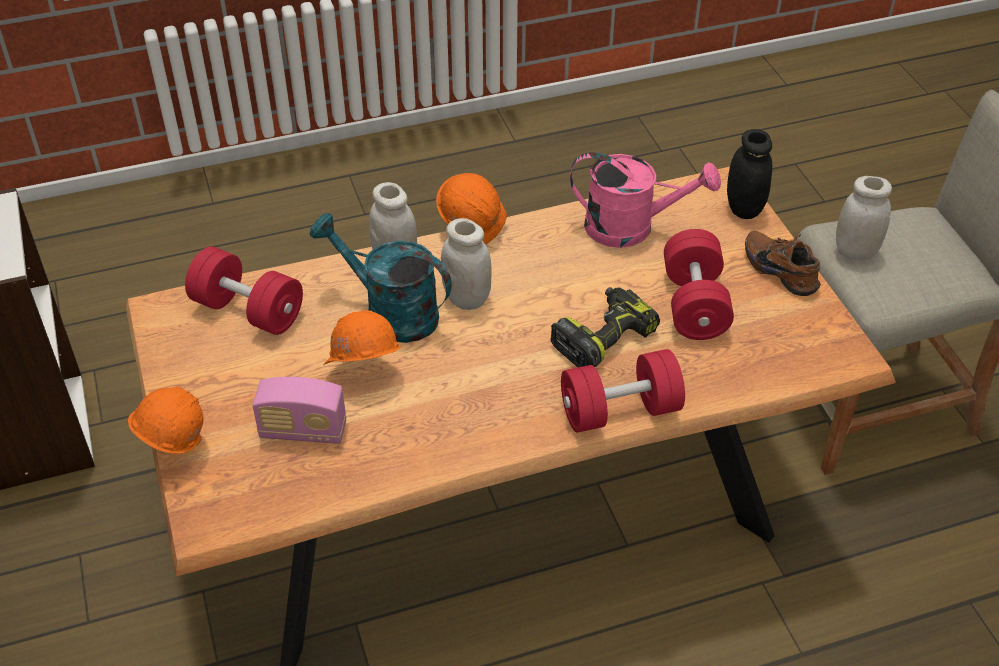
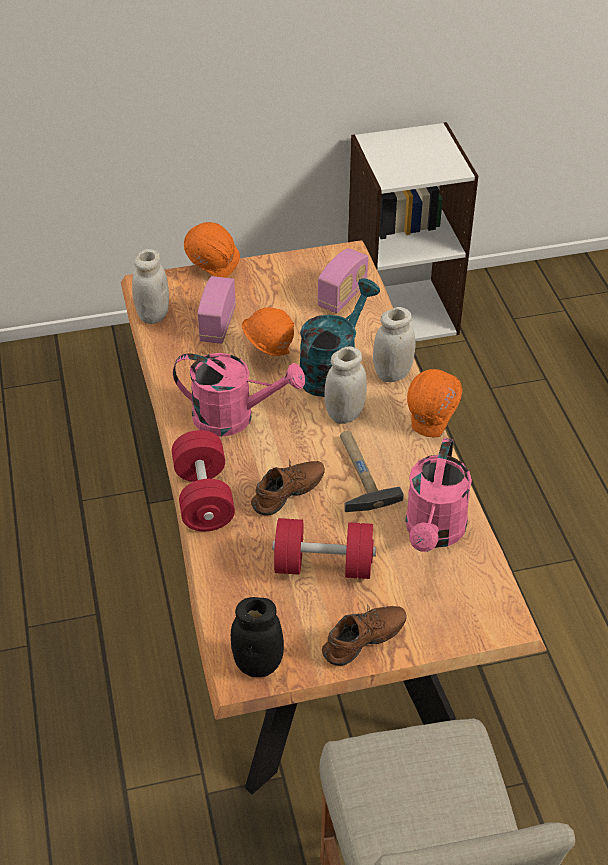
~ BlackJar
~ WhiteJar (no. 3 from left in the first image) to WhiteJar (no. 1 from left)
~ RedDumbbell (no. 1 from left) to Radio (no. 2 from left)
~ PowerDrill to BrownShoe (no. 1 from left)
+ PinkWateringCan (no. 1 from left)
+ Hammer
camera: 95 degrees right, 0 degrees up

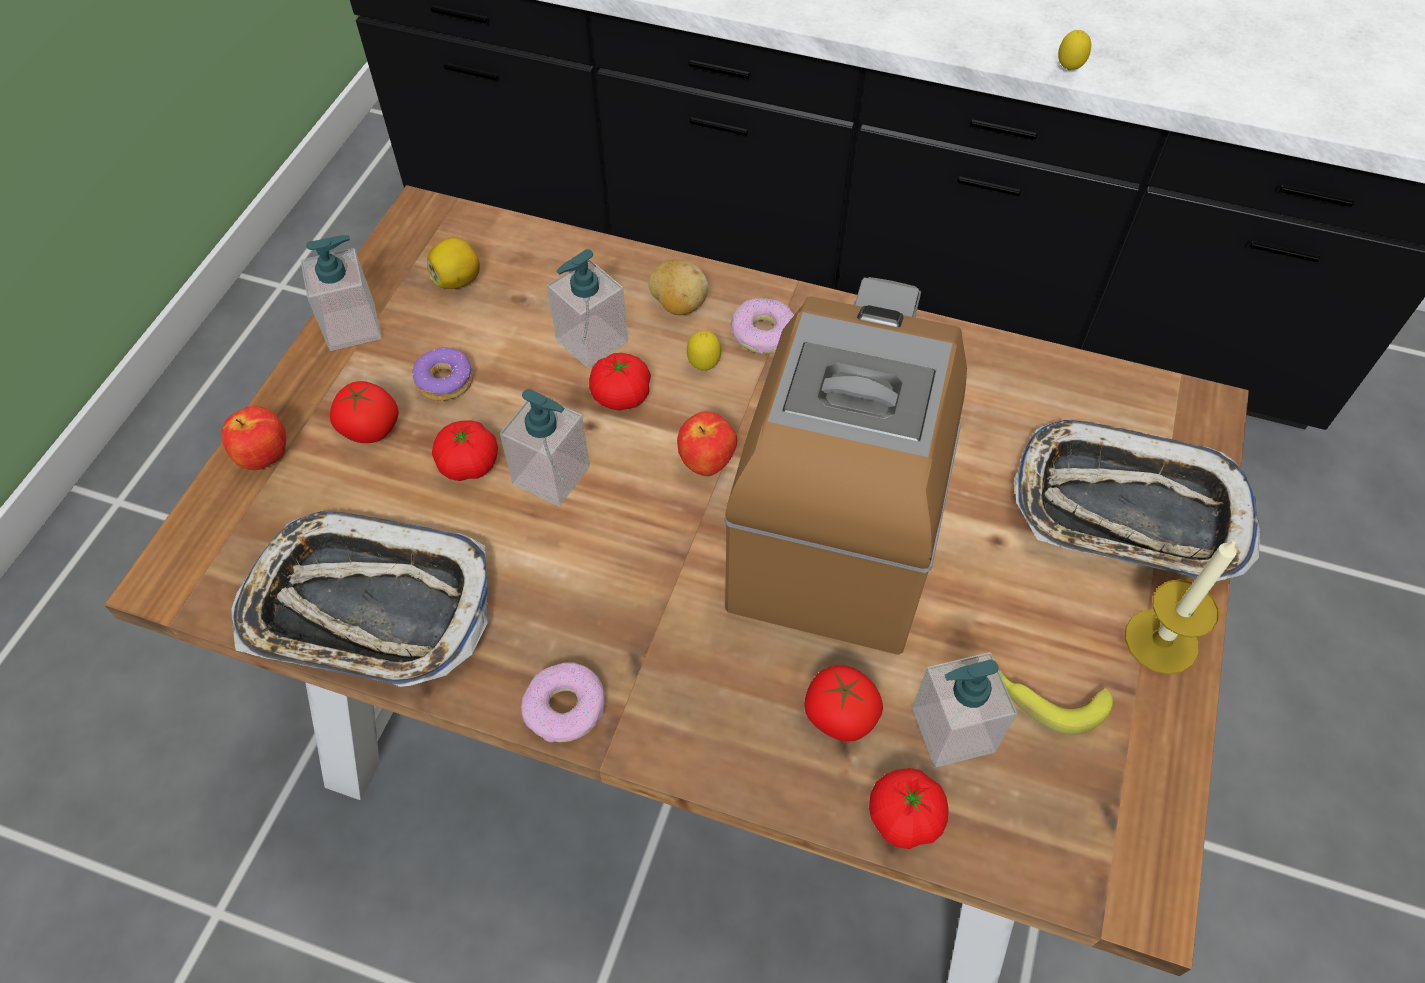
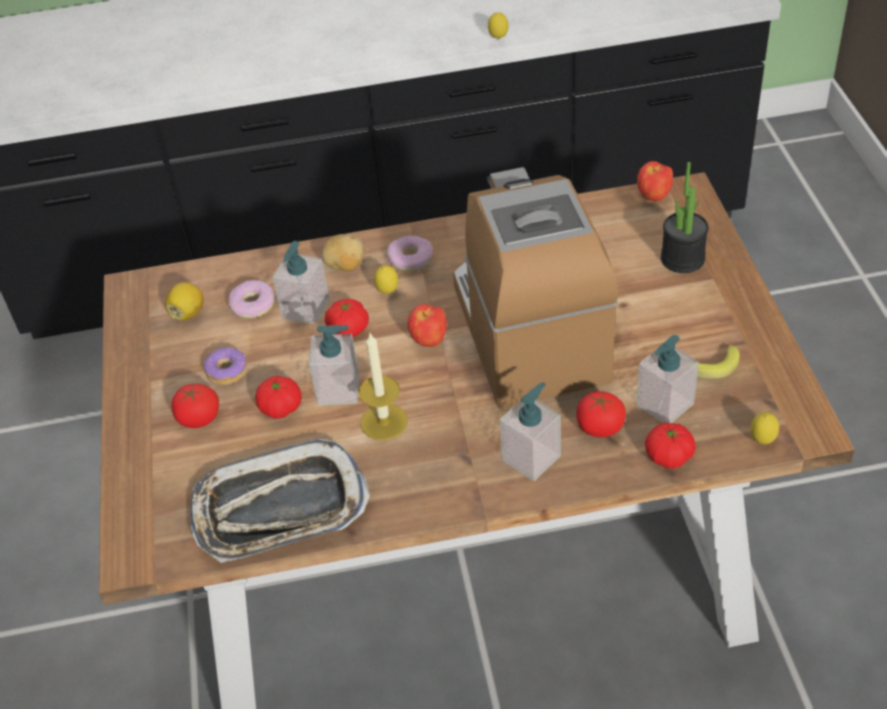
~ SoapDispenser (no. 1 from left in the first image) to SoapDispenser (no. 3 from left)
~ Apple (no. 1 from left in the first image) to Apple (no. 2 from left)
~ Tray (no. 2 from left) to PottedPlant
~ Candle
~ Donut (no. 2 from left)
+ Lemon (no. 4 from left)
camera: 25 degrees left, 10 degrees down

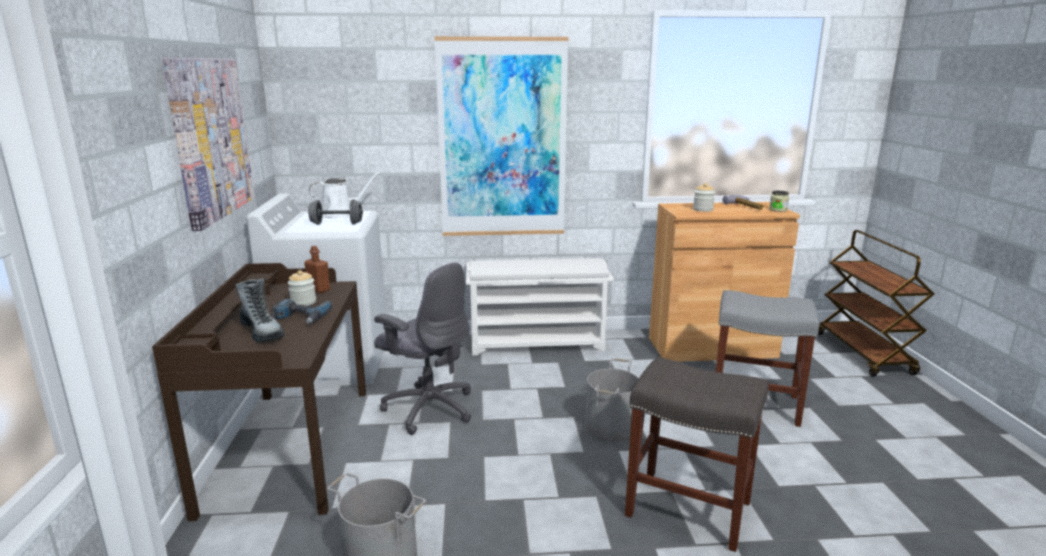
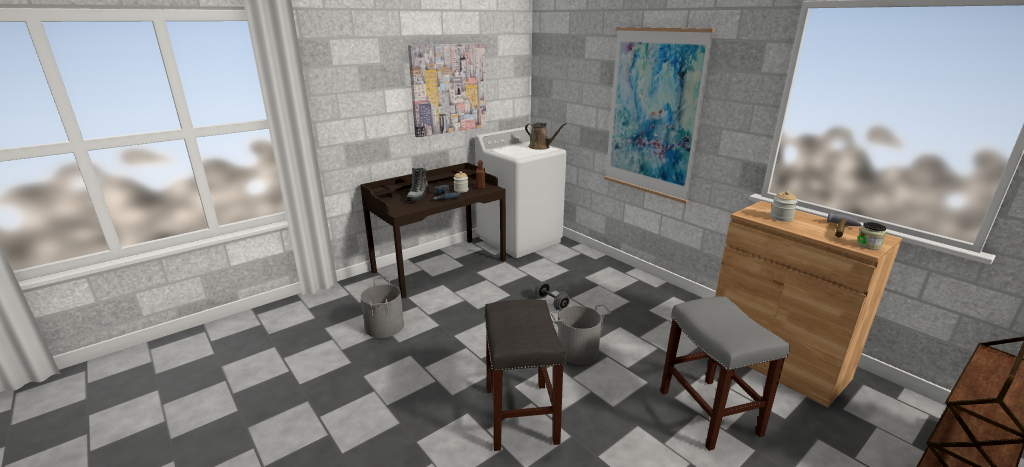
~ WhiteWateringCan to BrownWateringCan
~ GreyDumbbell
- WhiteShoeRack
- GreyOfficeChair
camera: 55 degrees right, 5 degrees up

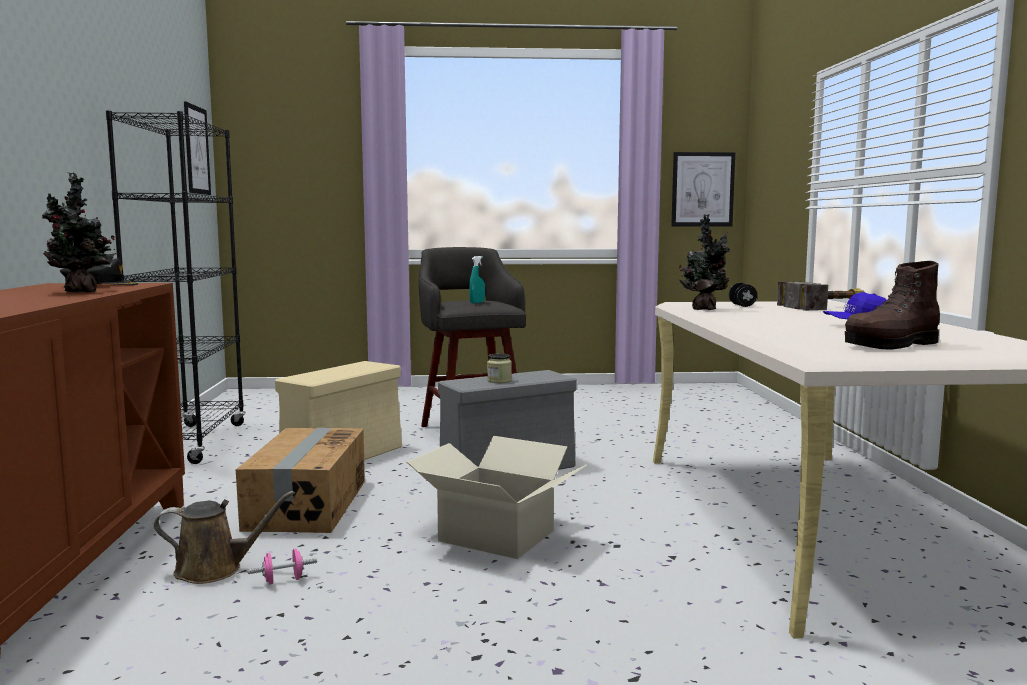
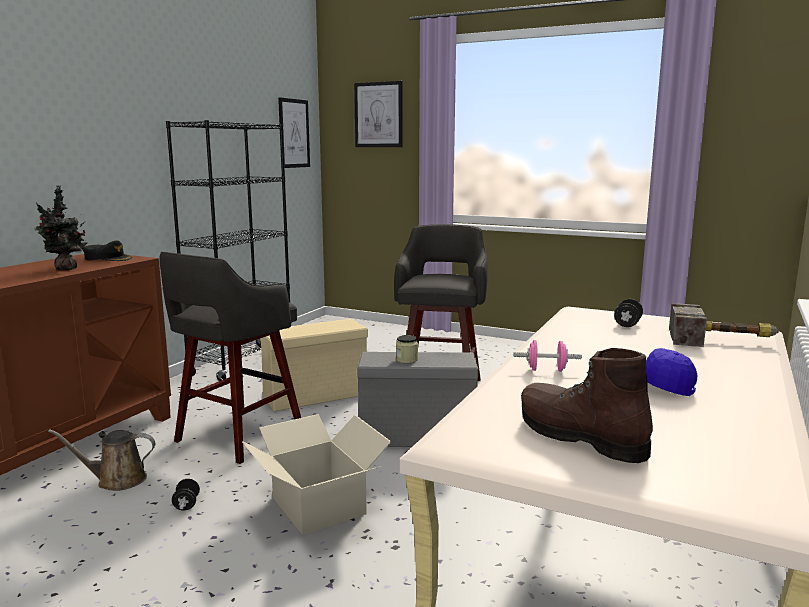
~ Picture (no. 2 from left)
- PottedPlant (no. 2 from left)
- TurquoiseSprayBottle
~ BrownBoot 45 degrees clockwise
~ CardboardBox (no. 1 from left) to GreyStool (no. 1 from left)
~ BrownWateringCan 150 degrees clockwise
~ PinkDumbbell
+ BlackDumbbell (no. 1 from left)
camera: 30 degrees right, 5 degrees up

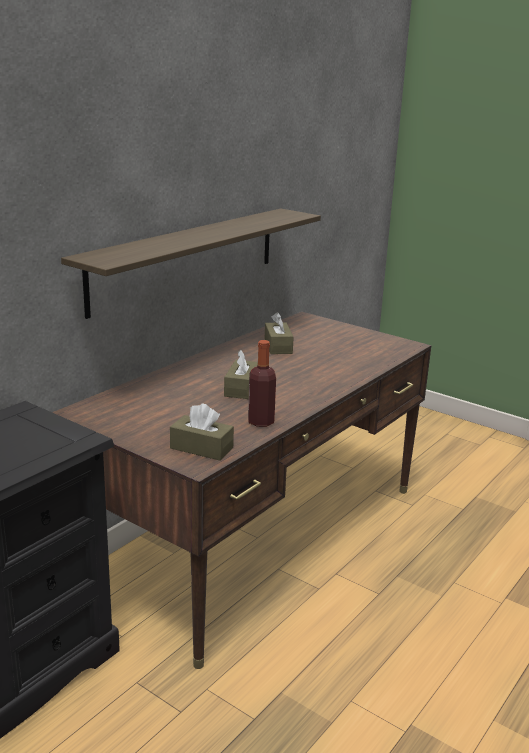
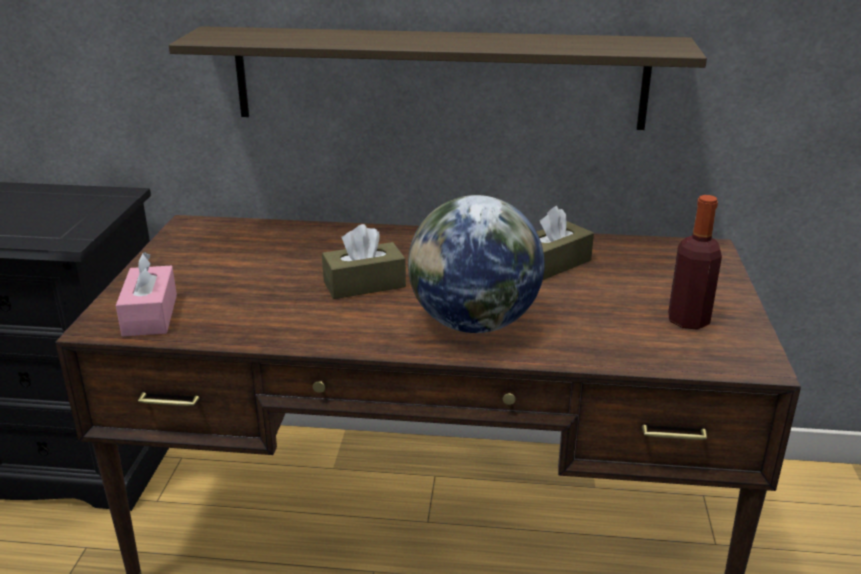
~ Bottle
~ BrownTissueBox (no. 1 from left) to PinkTissueBox
+ Globe
camera: 60 degrees right, 5 degrees up

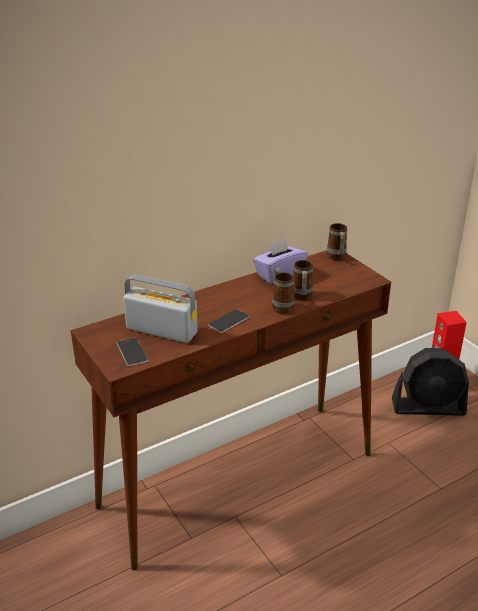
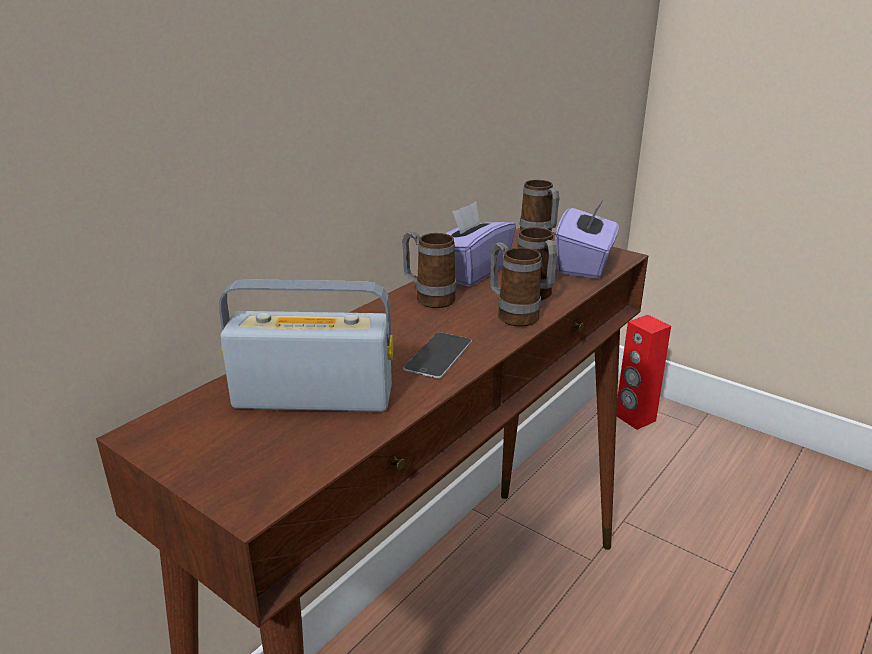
- Phone (no. 1 from left)
- BlackFan
+ PurpleTissueBox (no. 2 from left)
+ Mug (no. 1 from left)
camera: 20 degrees left, 5 degrees down

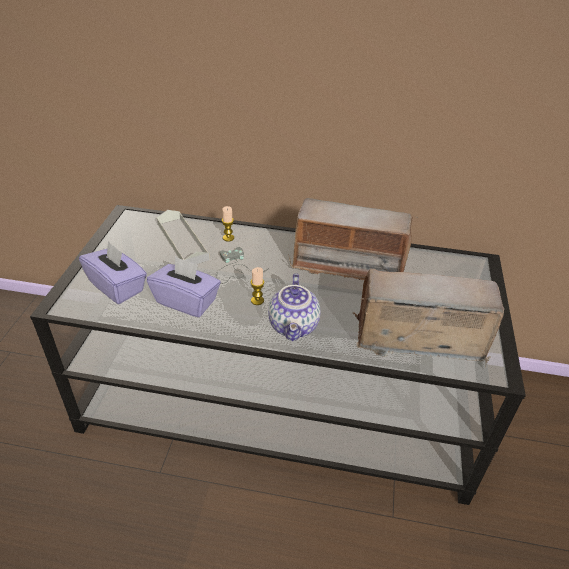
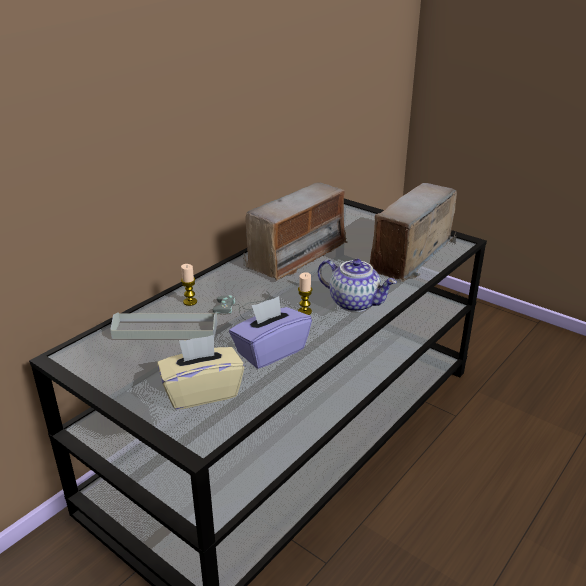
~ PurpleTissueBox (no. 1 from left) to BeigeTissueBox
camera: 60 degrees left, 10 degrees down

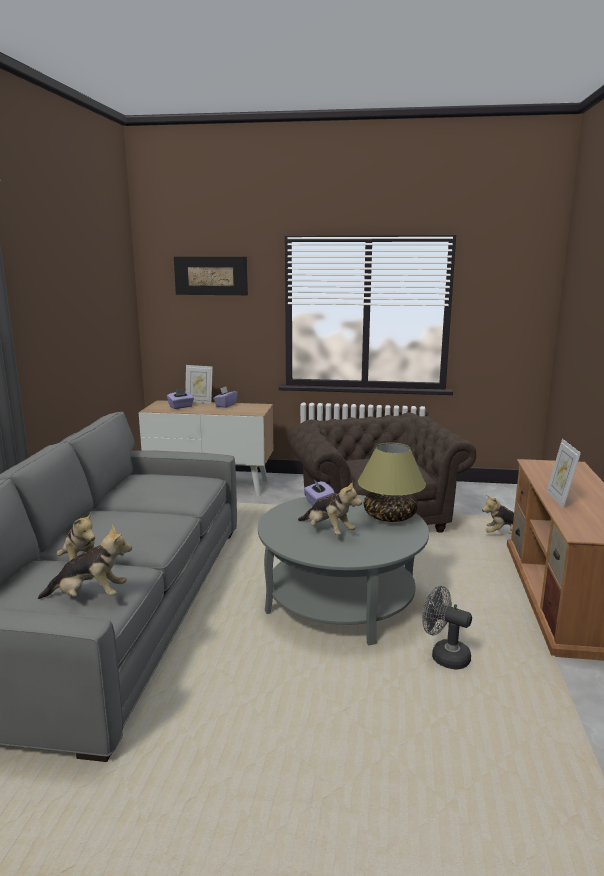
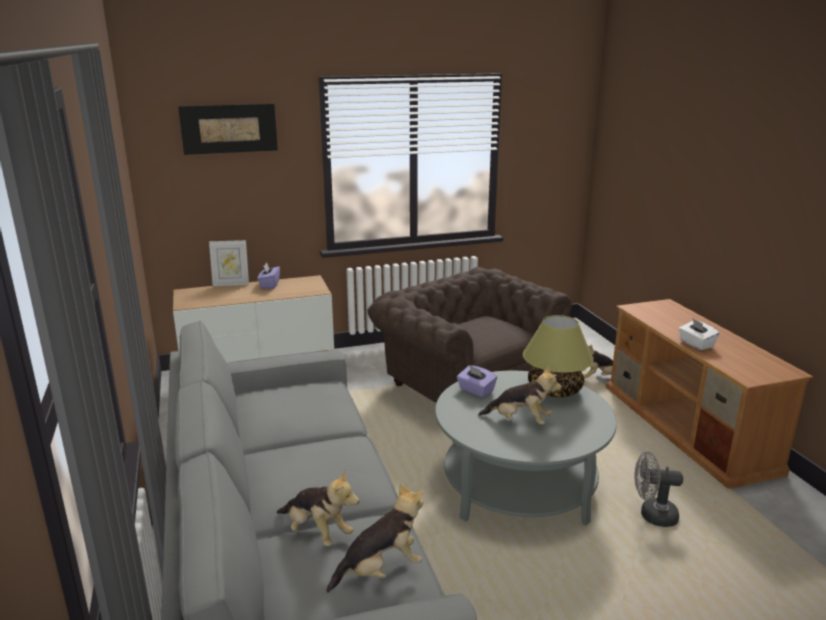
- PurpleTissueBox (no. 1 from left)
~ PictureFrame (no. 2 from left) to WhiteTissueBox
camera: 25 degrees left, 5 degrees up

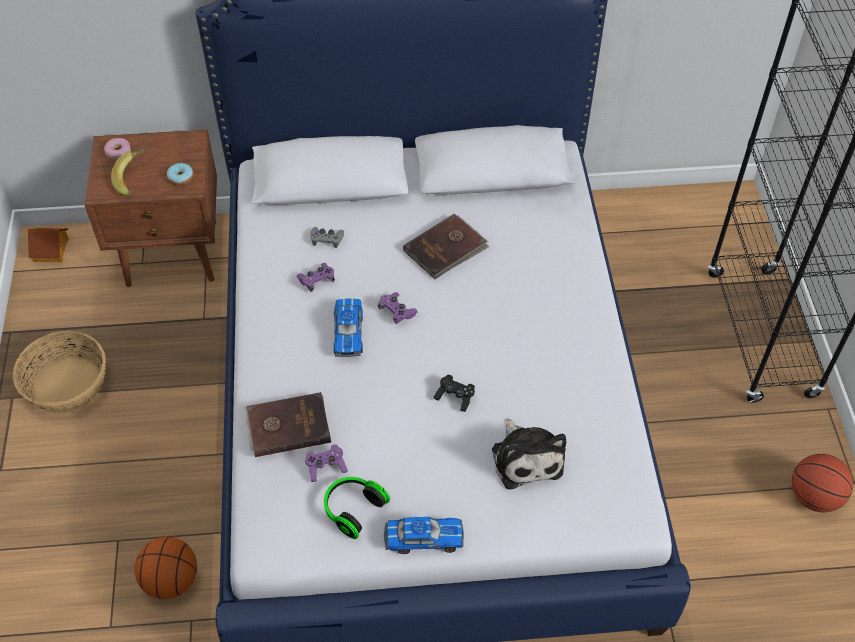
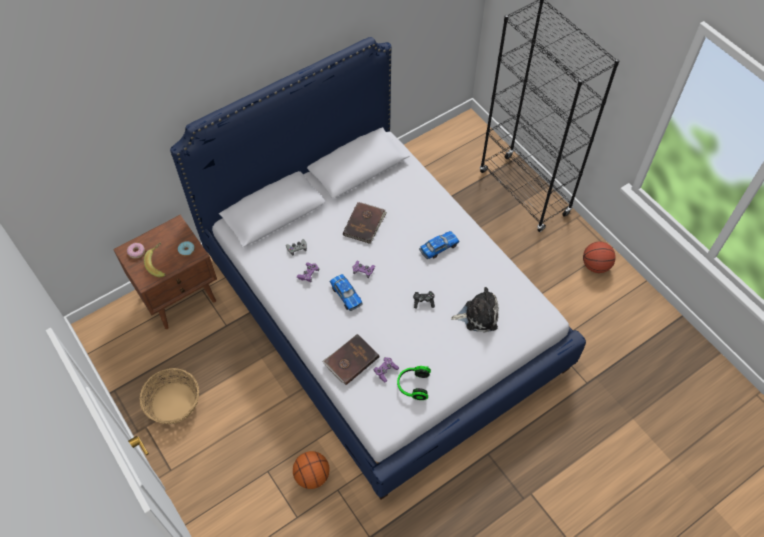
- ToyHouse
~ PlushToy 45 degrees counterclockwise
~ ToyCar (no. 2 from left)
camera: 30 degrees left, 5 degrees up

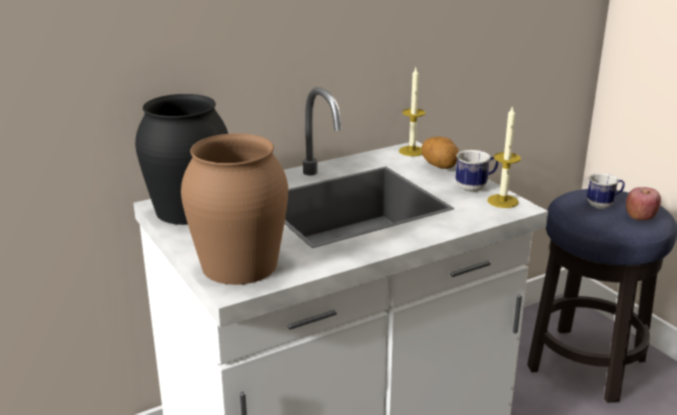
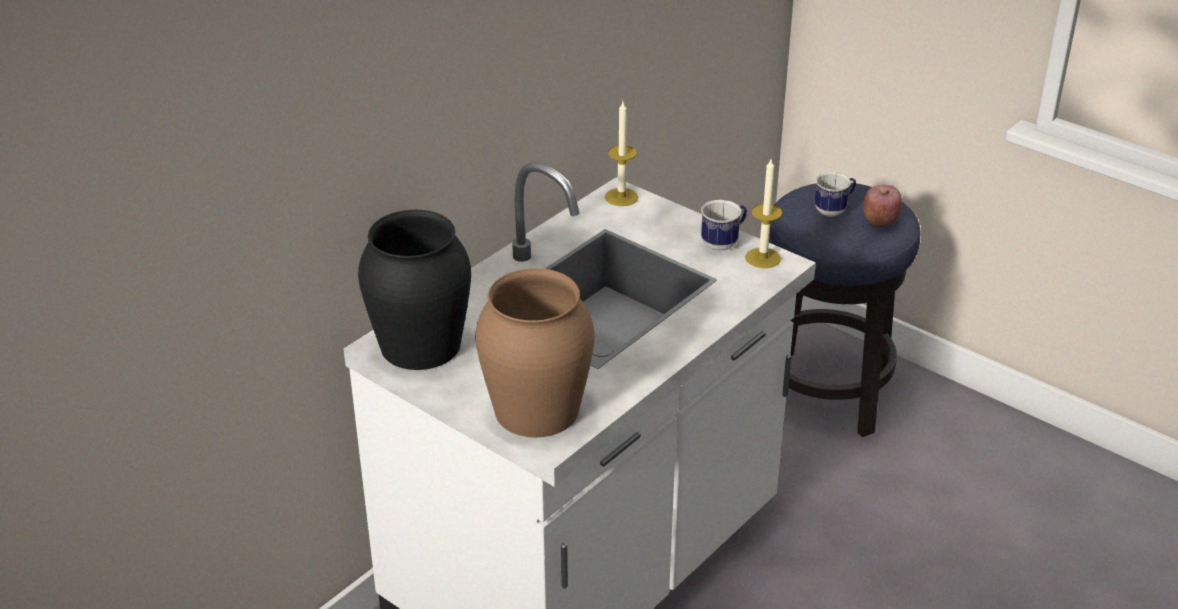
- Potato
camera: 20 degrees left, 10 degrees up

